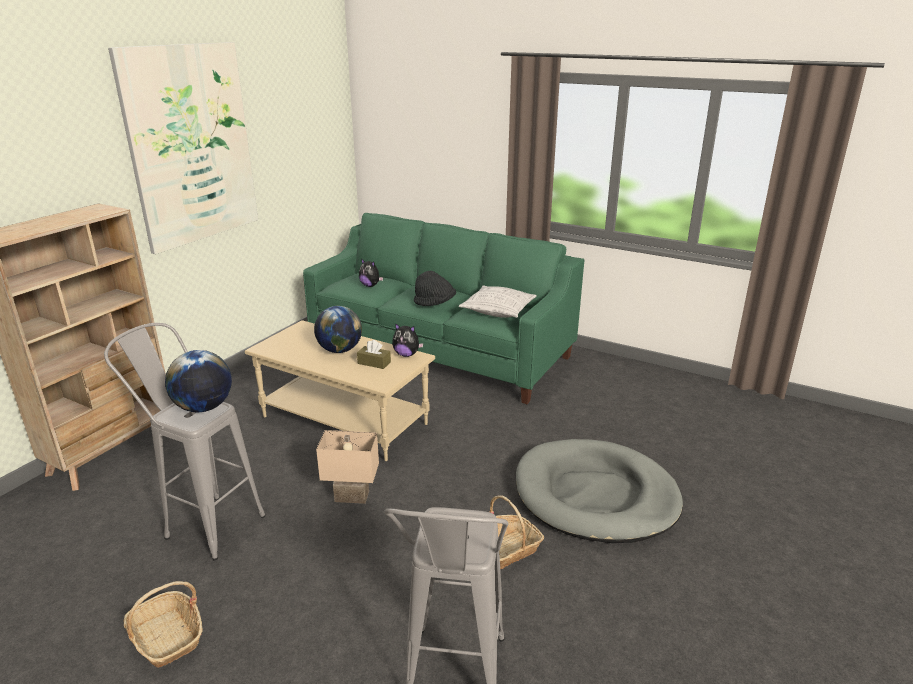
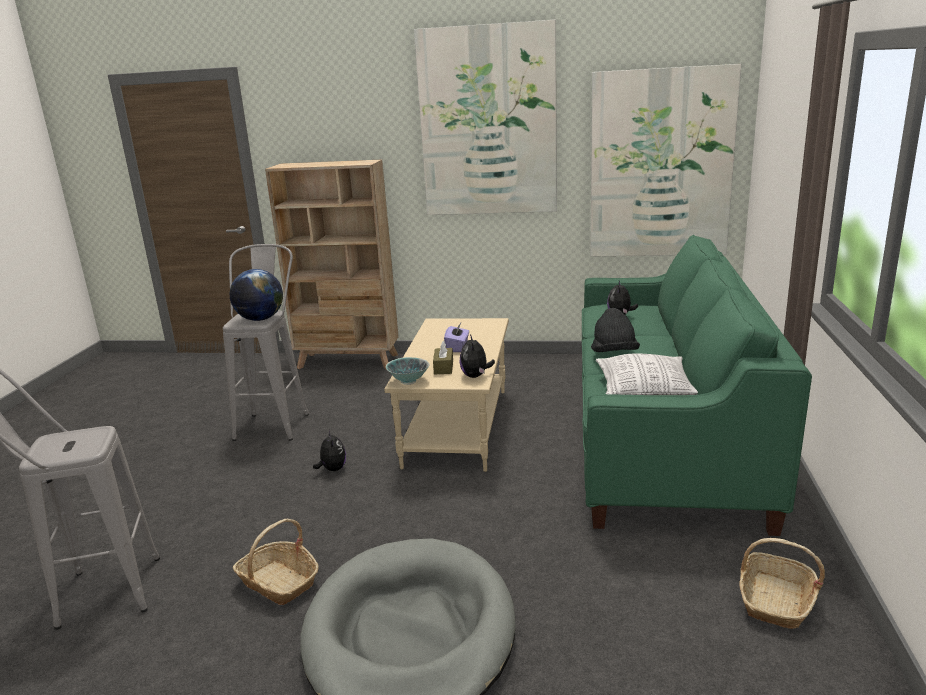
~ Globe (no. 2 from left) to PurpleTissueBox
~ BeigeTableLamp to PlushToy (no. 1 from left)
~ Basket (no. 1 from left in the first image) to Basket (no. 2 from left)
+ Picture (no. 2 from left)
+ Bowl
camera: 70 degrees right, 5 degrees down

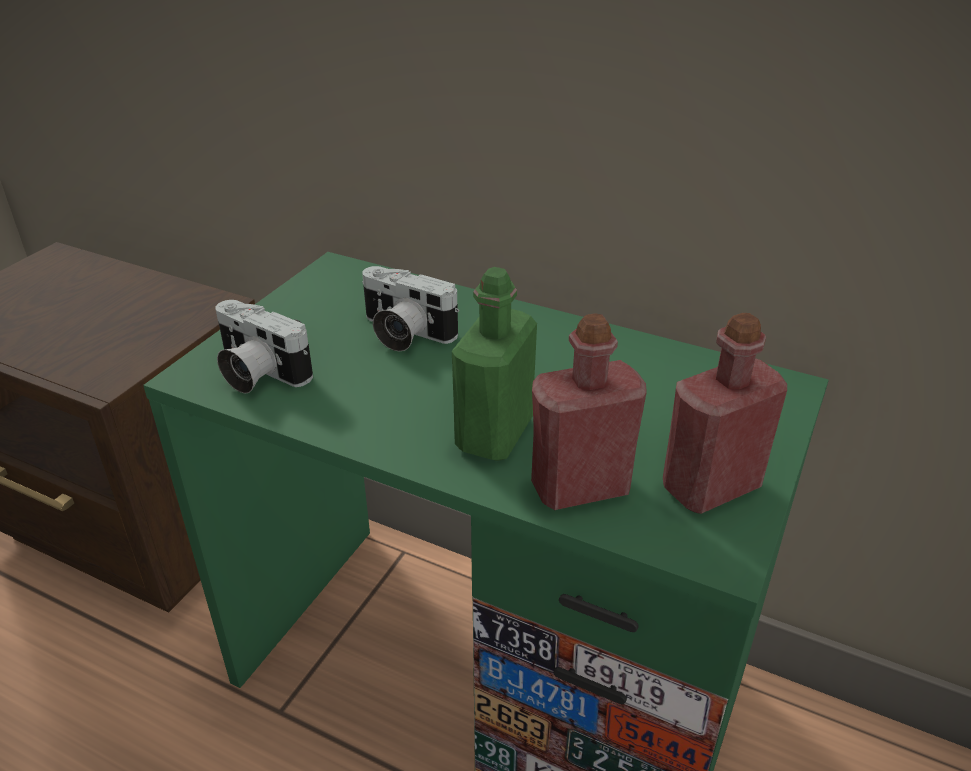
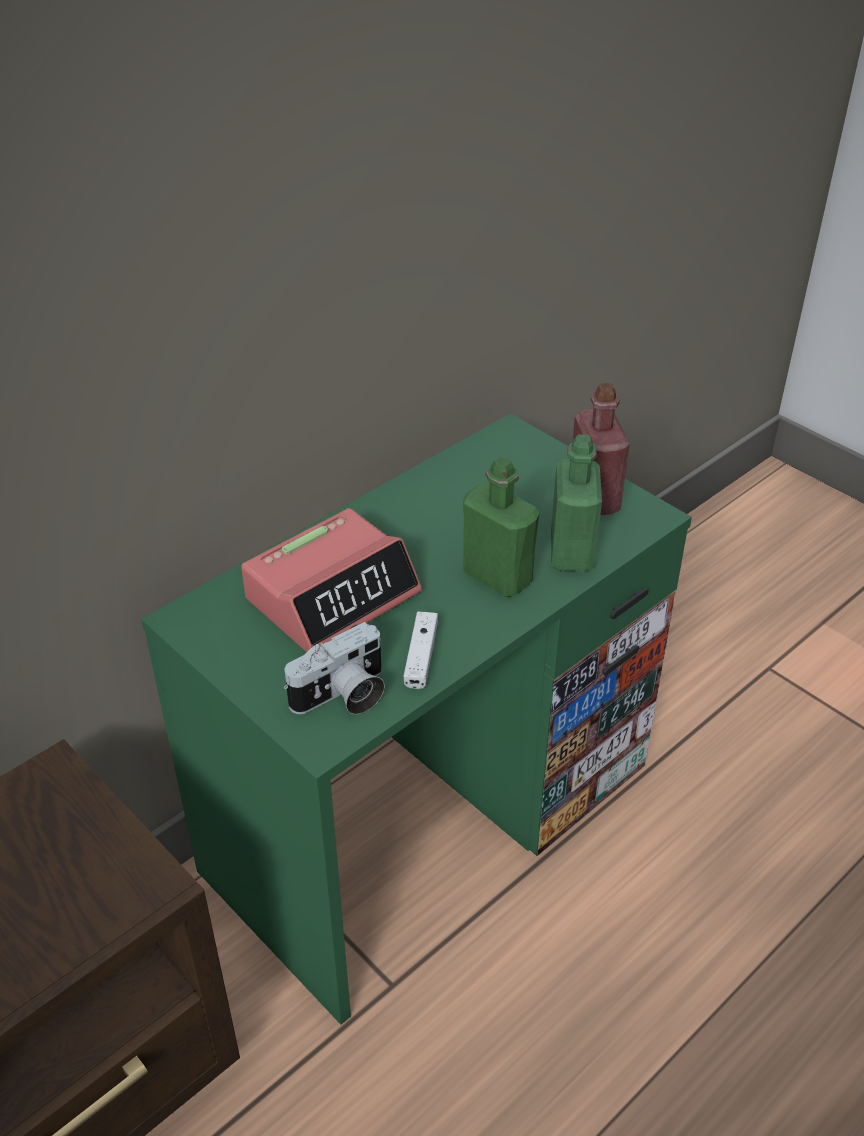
~ PhotoCamera (no. 2 from left) to AlarmClock
~ RedBottle (no. 1 from left) to GreenBottle (no. 2 from left)
+ WhiteGameController
camera: 70 degrees left, 5 degrees up

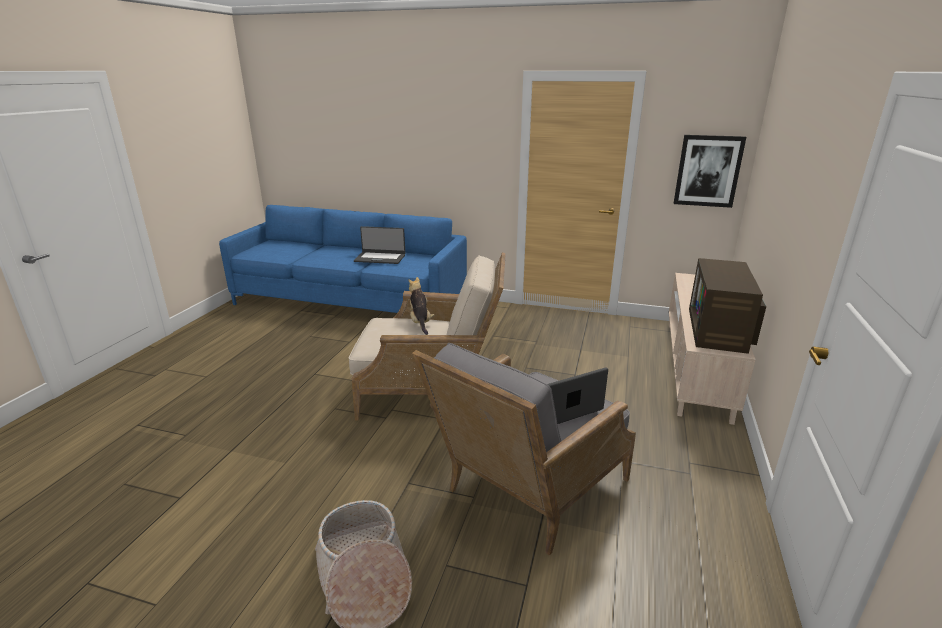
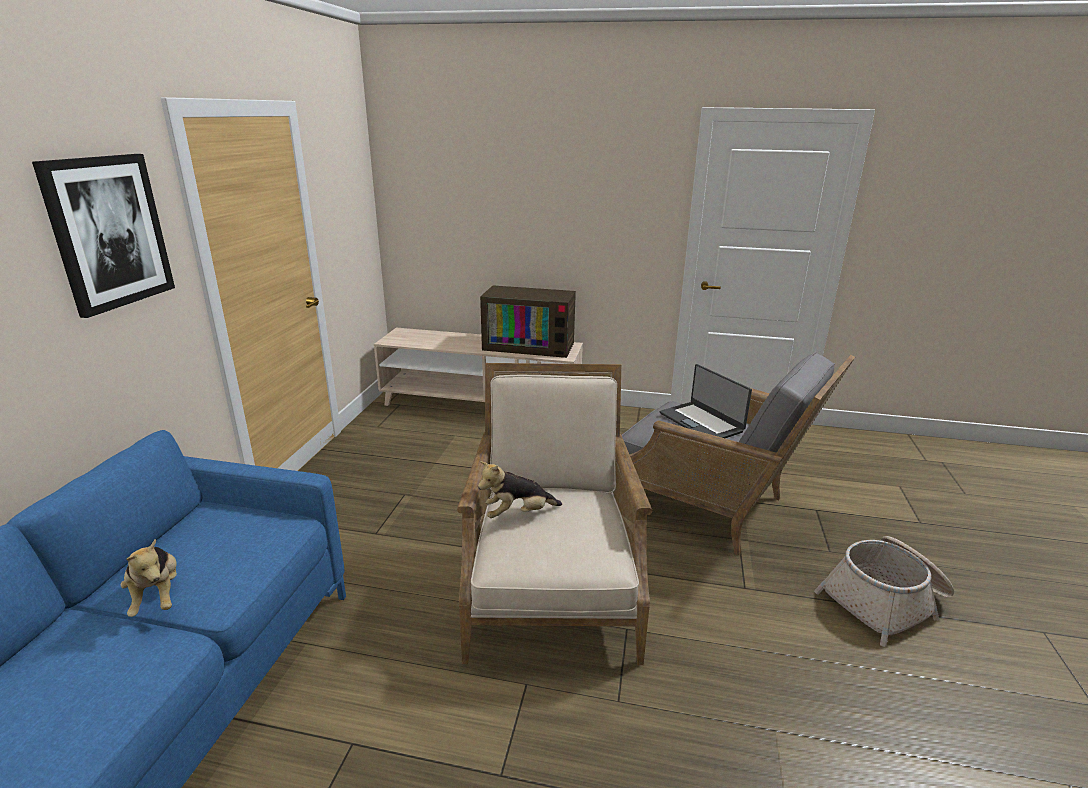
~ Picture
~ Laptop (no. 1 from left) to PlushToy (no. 1 from left)
camera: 95 degrees left, 0 degrees up

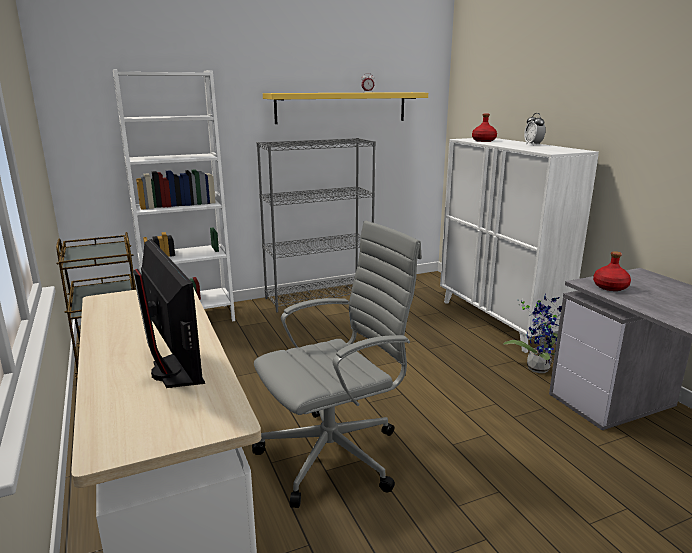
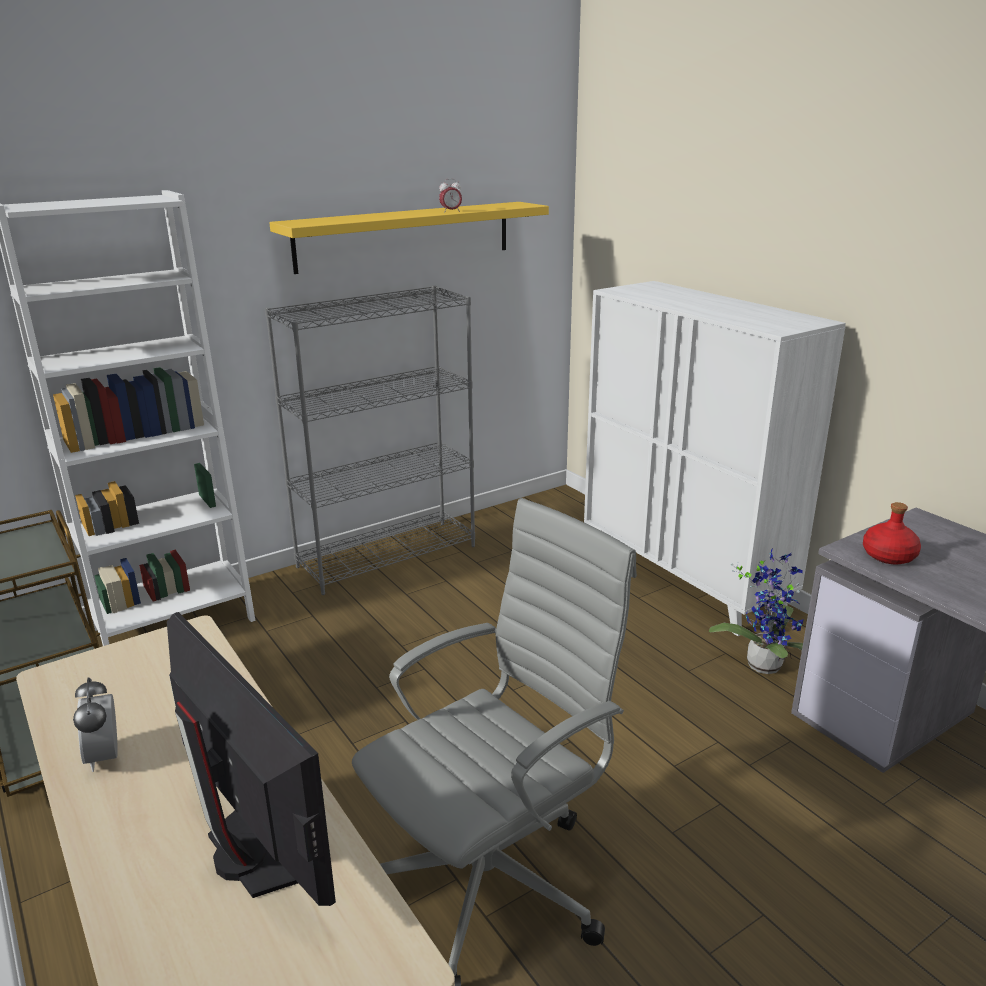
~ AlarmClock (no. 2 from left in the first image) to AlarmClock (no. 1 from left)
- RedBottle (no. 1 from left)
camera: 10 degrees left, 5 degrees up

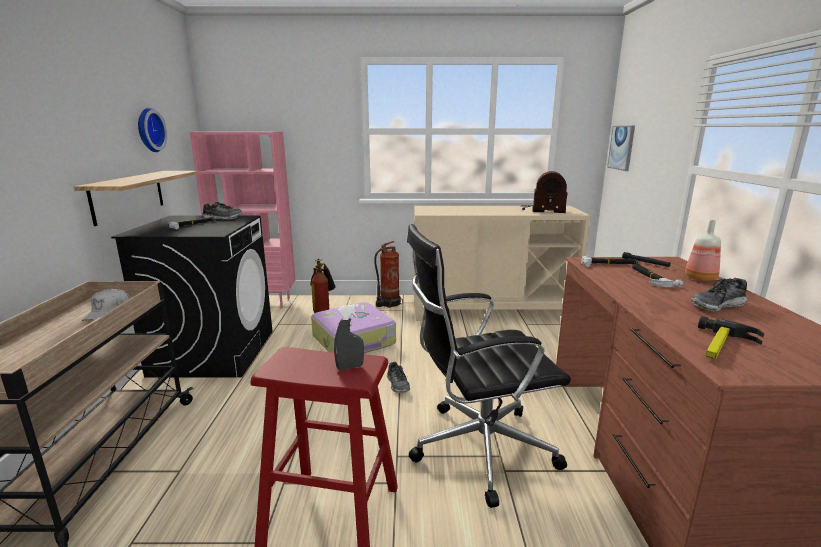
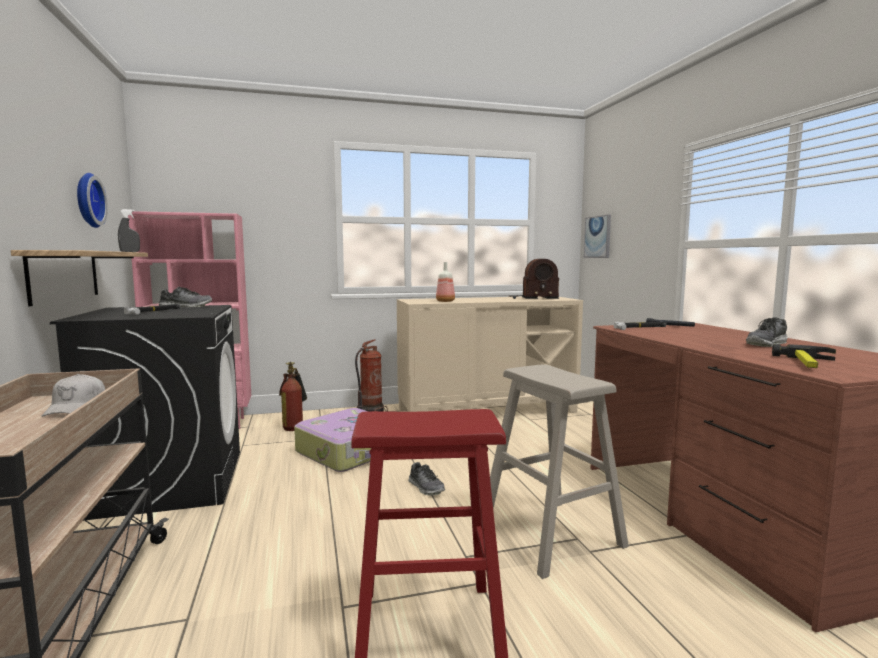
~ Bottle
~ BlackOfficeChair to BeigeStool
- Hammer (no. 3 from left)
~ GreySprayBottle
camera: 15 degrees left, 10 degrees down

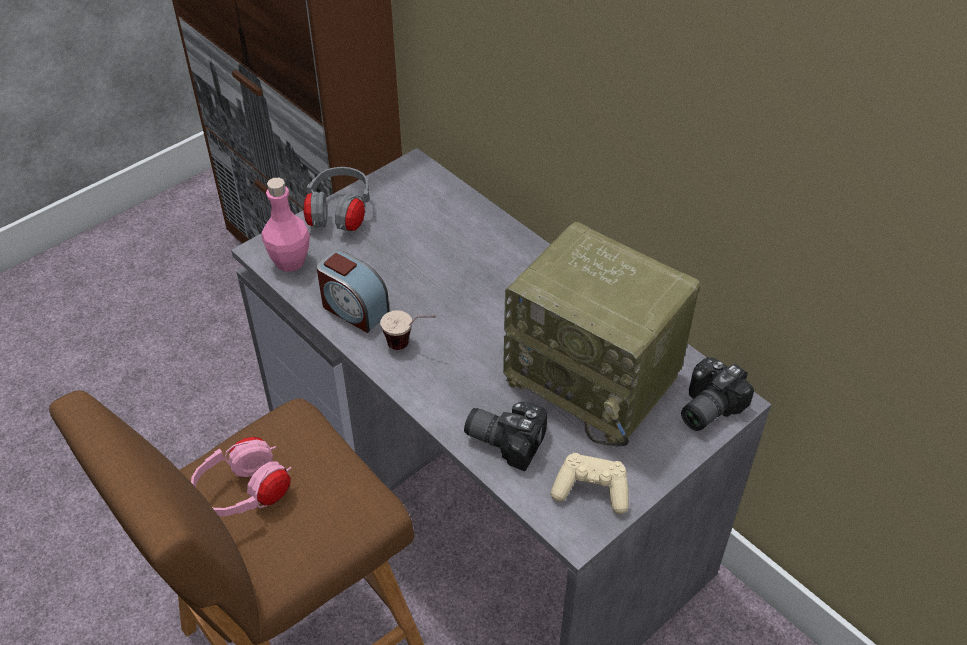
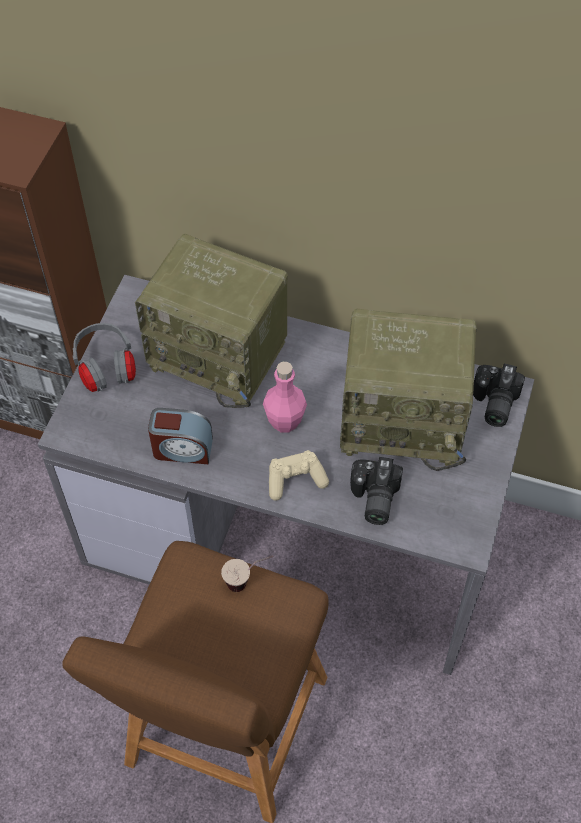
~ PinkBottle
~ Cup
~ PhotoCamera (no. 1 from left) 75 degrees counterclockwise
- PinkHeadphones
~ BeigeGameController
+ Radio (no. 1 from left)
camera: 30 degrees left, 10 degrees up

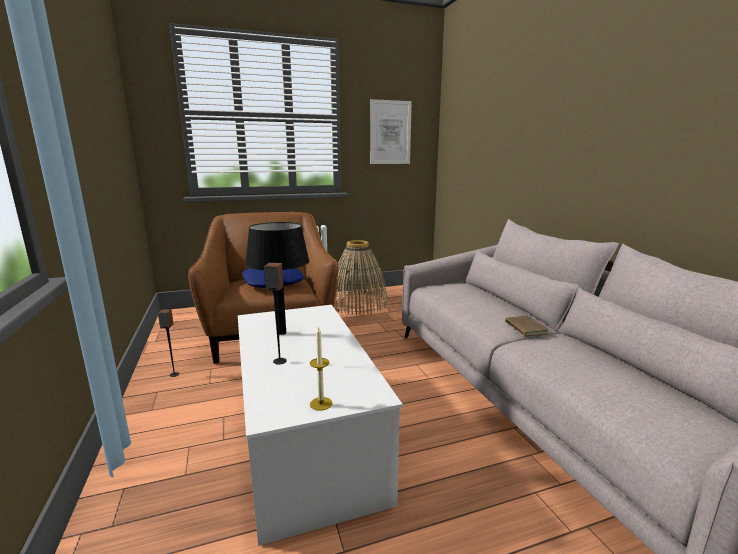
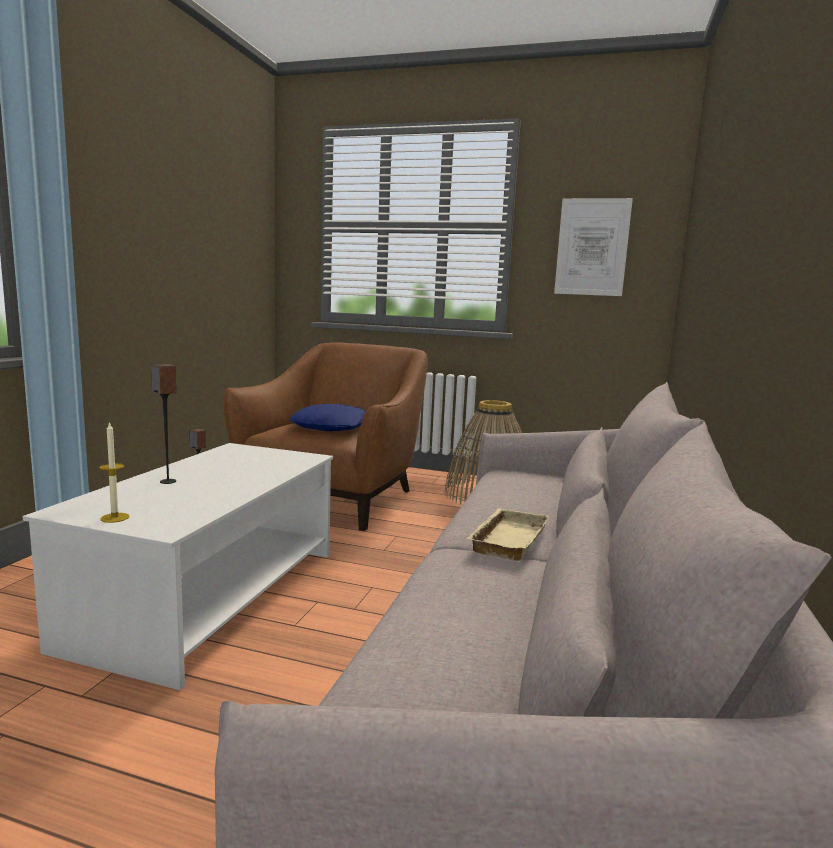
- BlackTableLamp
~ BrownBook to BeigeTray
camera: 35 degrees right, 5 degrees down

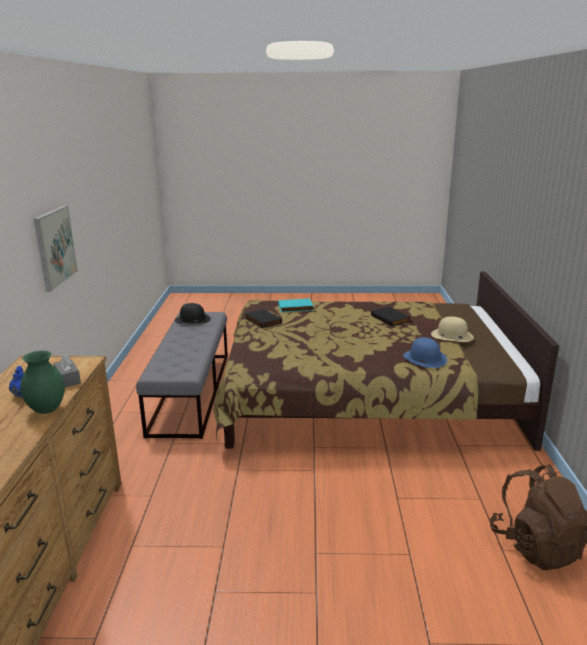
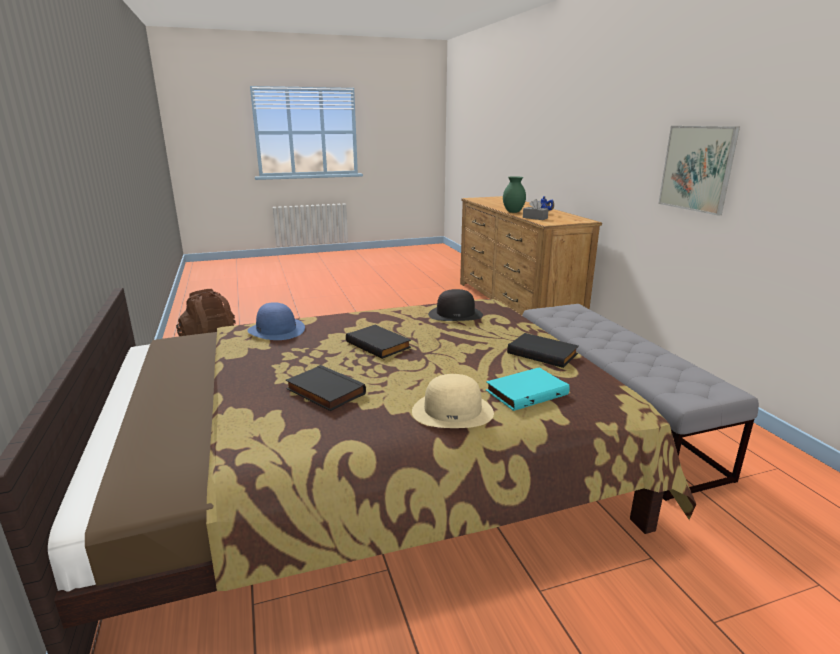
~ BlackHat
~ BeigeHat
+ BlackBook (no. 2 from left)
camera: 160 degrees right, 0 degrees up

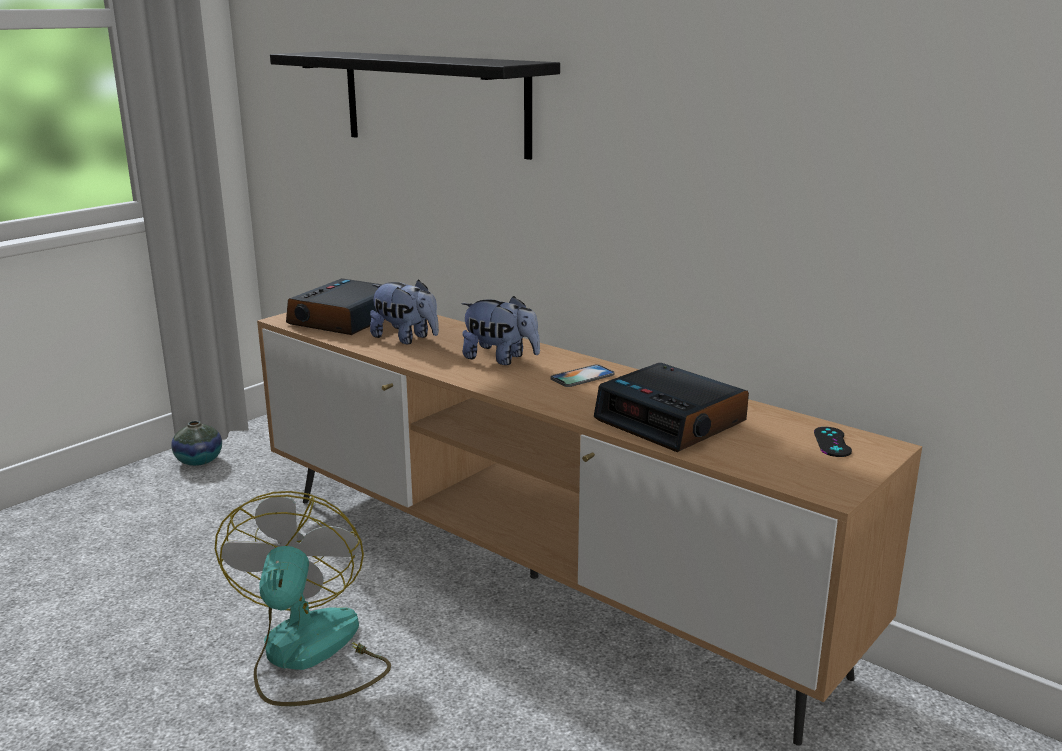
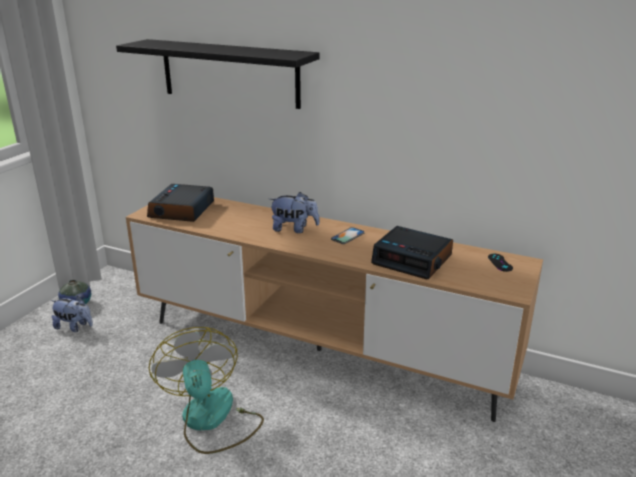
~ PlushToy (no. 1 from left)
camera: 15 degrees left, 5 degrees up

